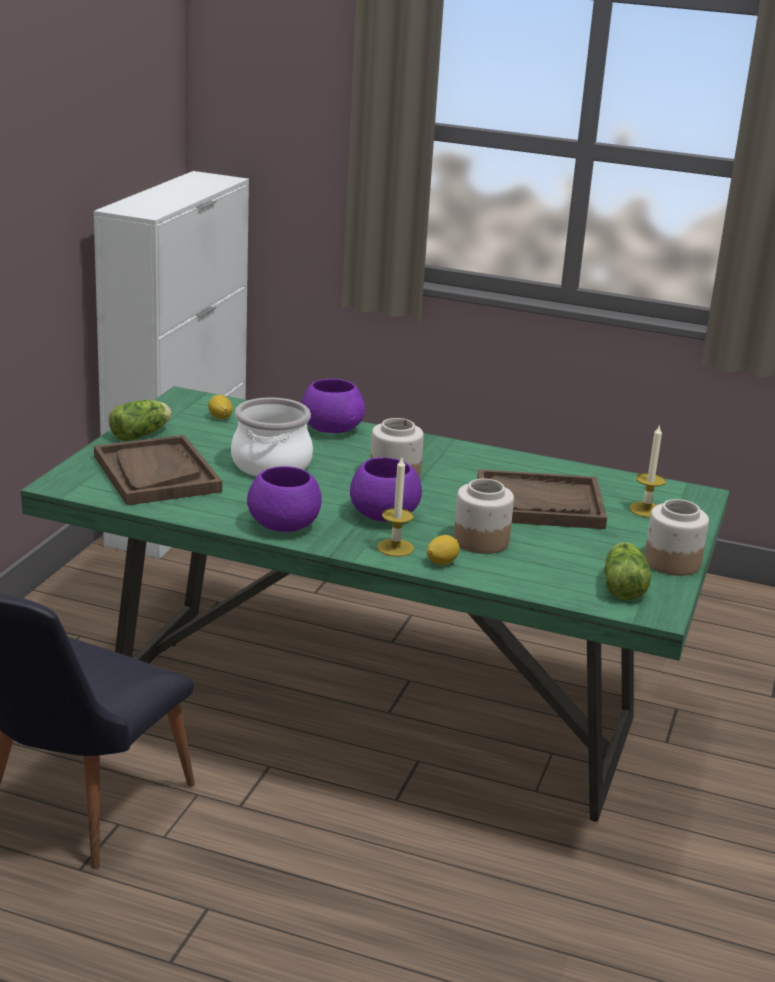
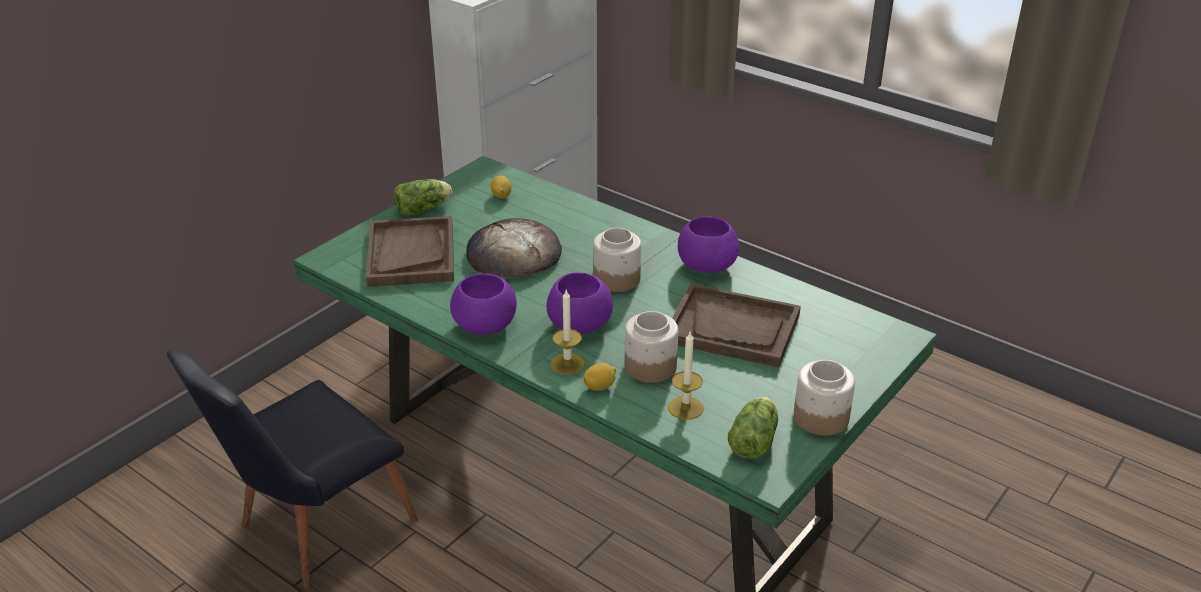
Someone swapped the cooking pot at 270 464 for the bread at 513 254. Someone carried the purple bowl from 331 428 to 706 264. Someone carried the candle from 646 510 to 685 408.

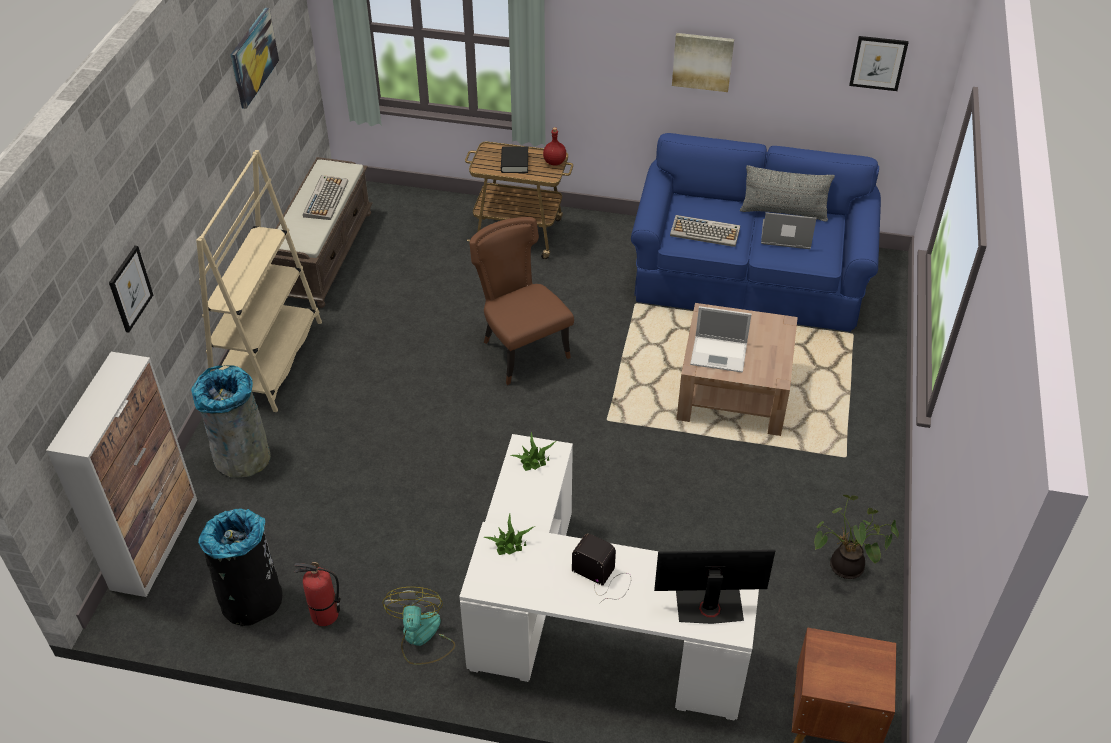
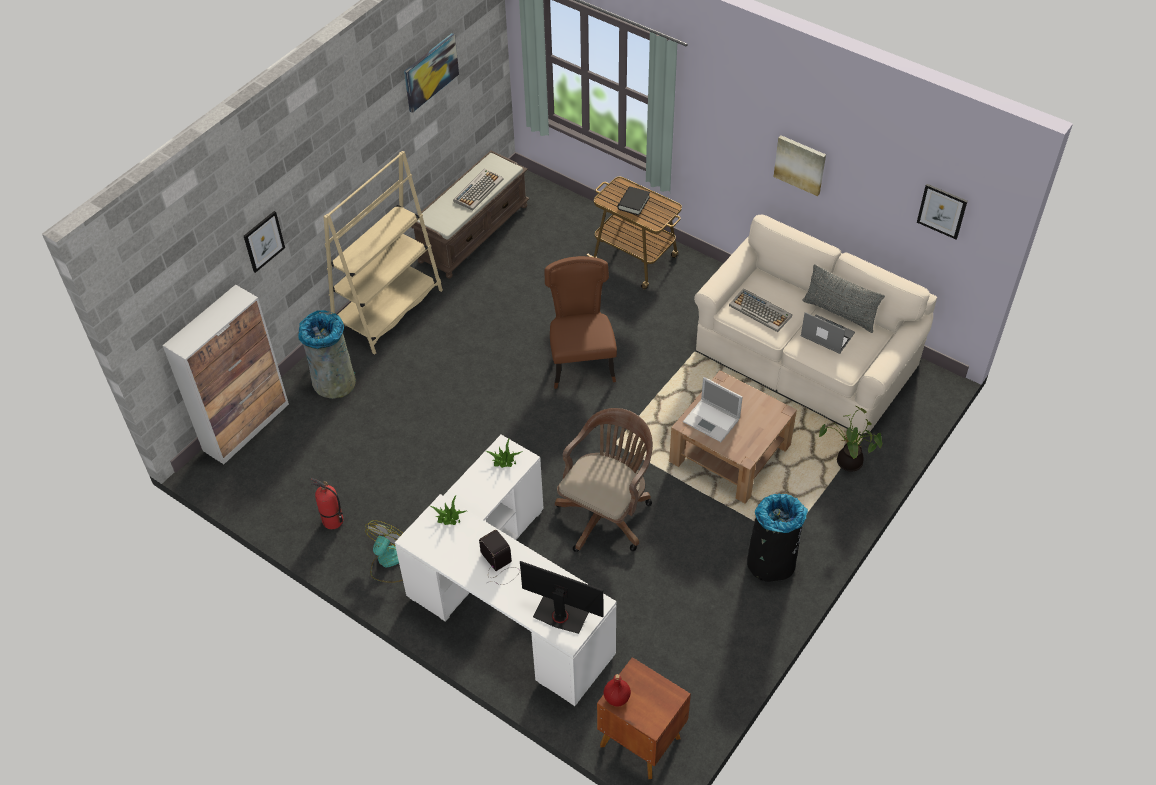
Someone carried the black trash can from 253 600 to 772 562. Someone carried the red bottle from 555 162 to 617 698. Someone repainted the blue sofa at 750 275, which became the beige sofa at 806 356. Someone carried the potted plant from 844 568 to 847 463. Someone put down the brown office chair at 606 513.

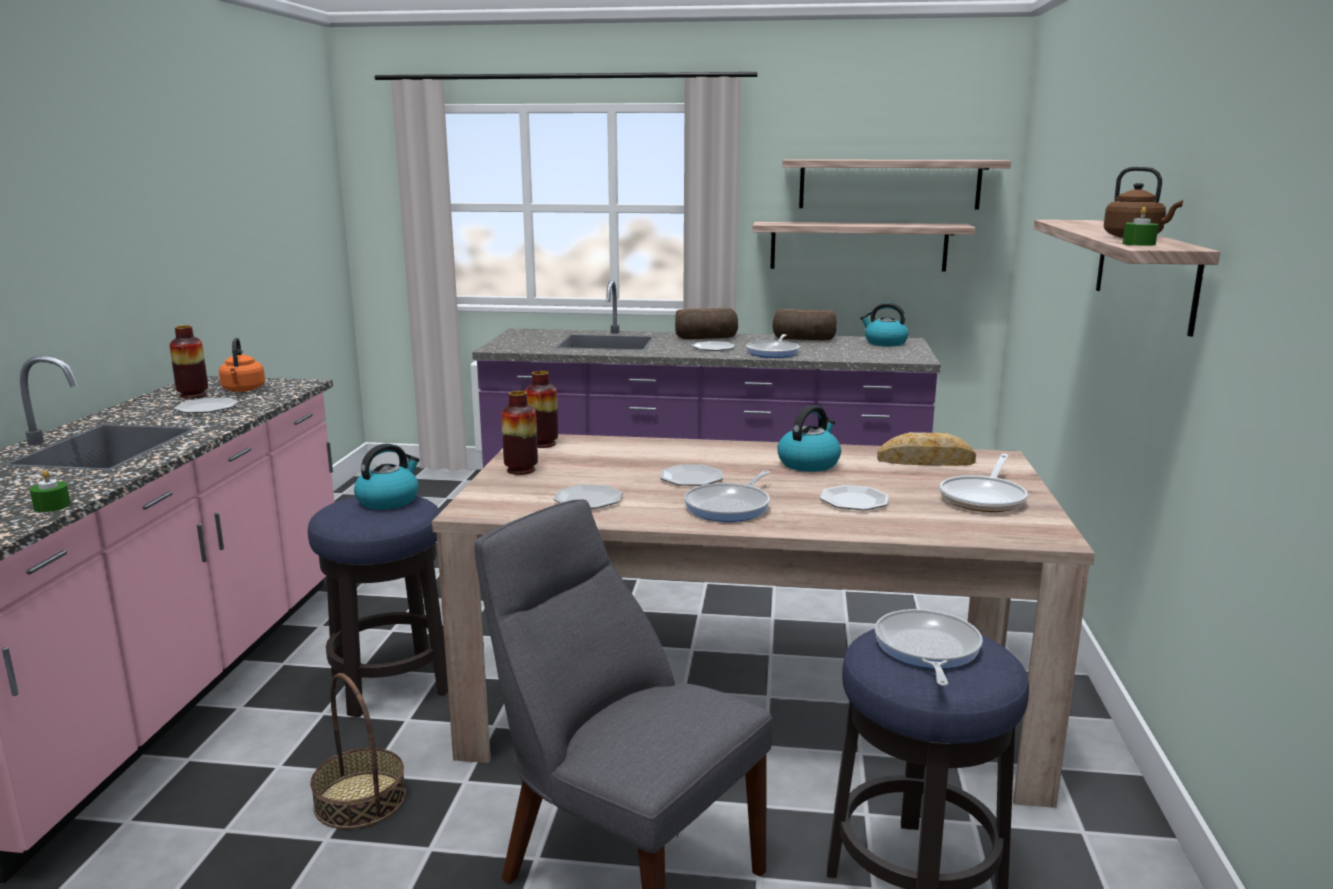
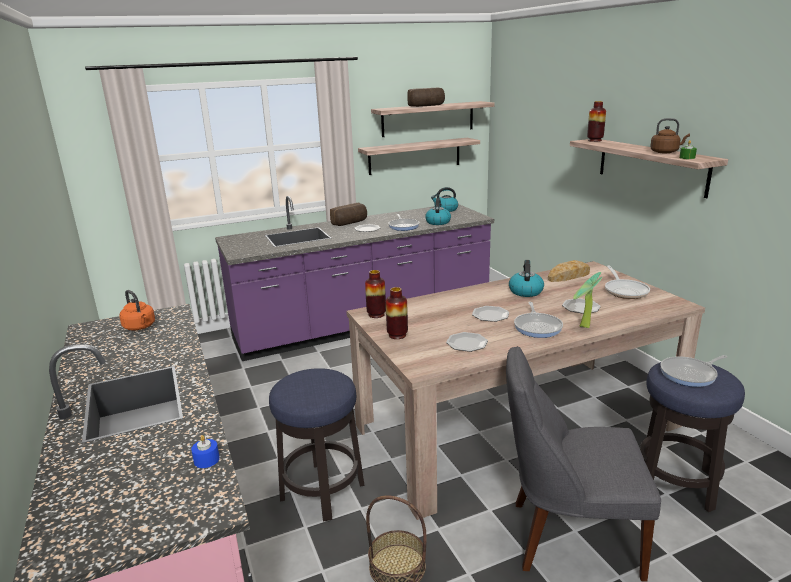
Someone repainted the green candle at 52 506, which became the blue candle at 206 460. Someone carried the vase from 193 395 to 594 140. Someone took away the plate at 207 408. Someone carried the kettle from 388 500 to 438 222. Someone carried the bread from 803 339 to 426 106. Someone rotated the frying pan at 926 649 by 90 degrees counterclockwise. Someone put down the potted plant at 583 327.

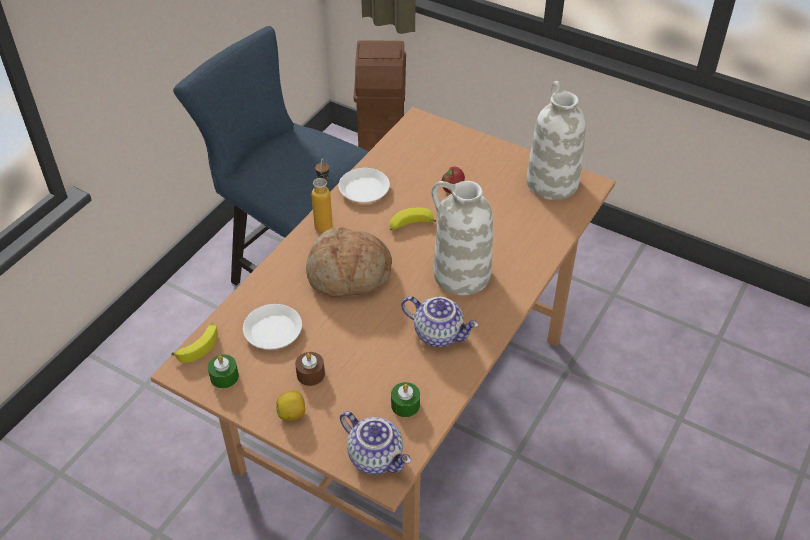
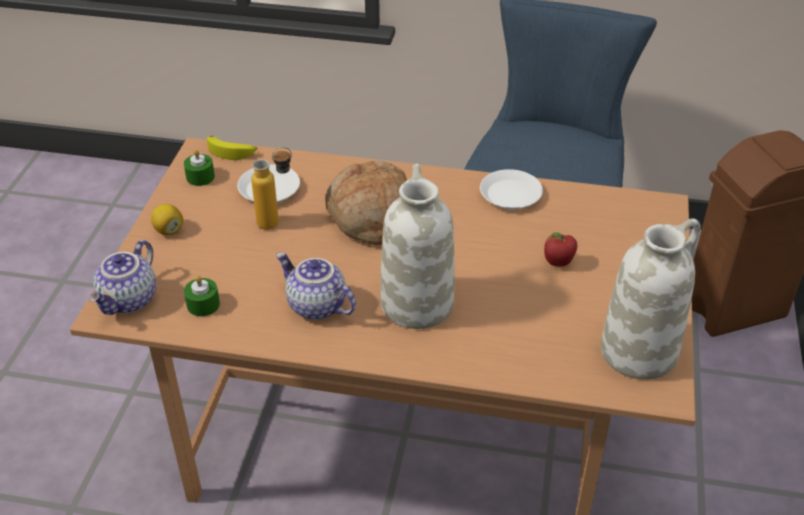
Someone took away the brown candle at 310 374. Someone carried the bottle from 324 222 to 277 222. Someone took away the banana at 410 225. Someone rotated the teapot at 439 333 by 120 degrees clockwise.

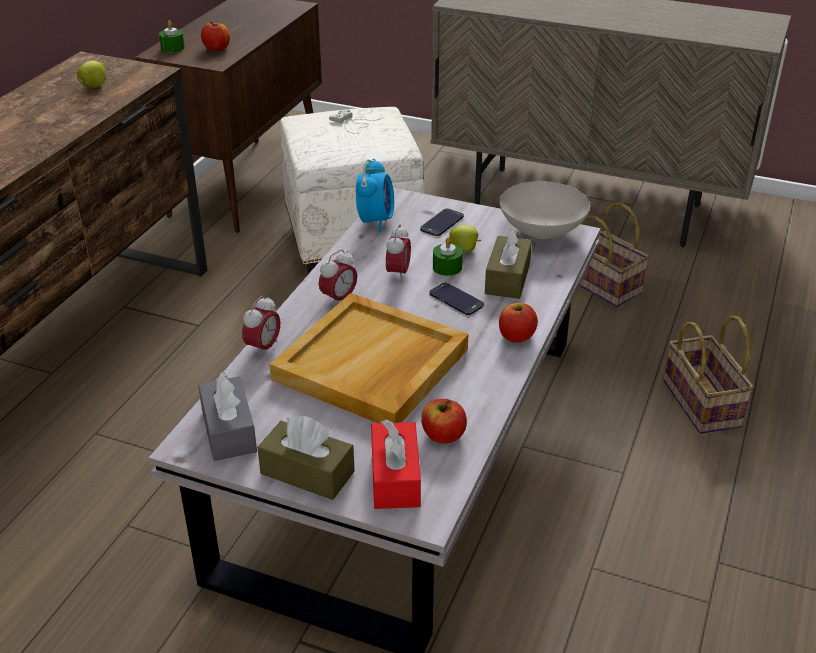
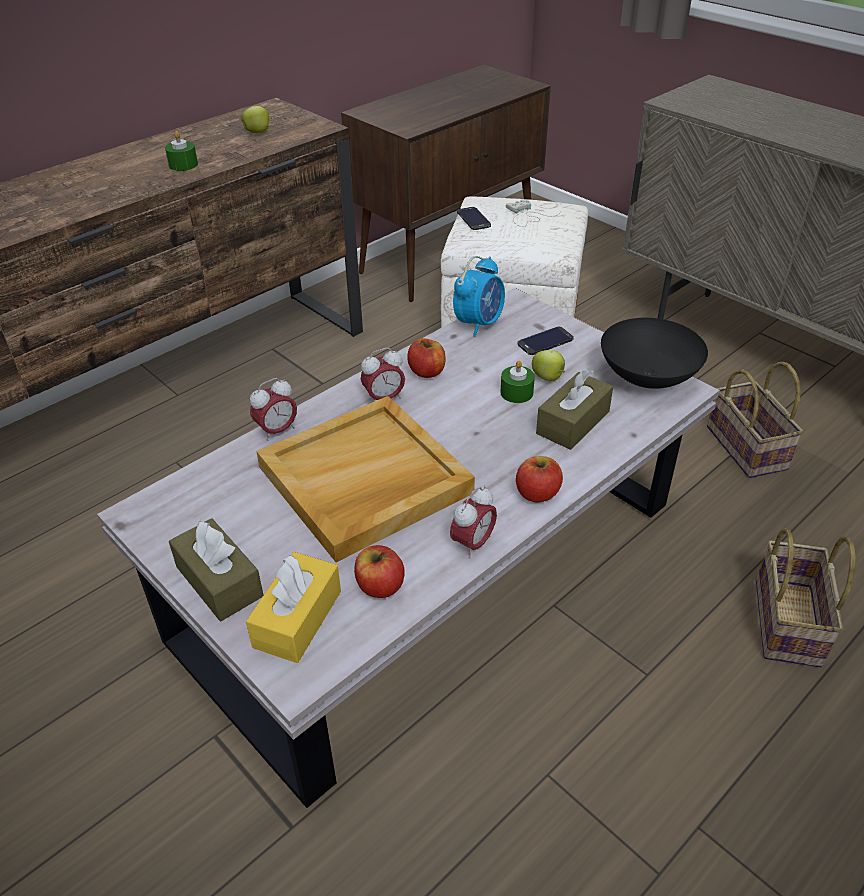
Someone carried the green candle from 172 48 to 183 165. Someone took away the grey tissue box at 228 430. Someone carried the apple from 217 48 to 427 372. Someone repainted the red tissue box at 395 478, which became the yellow tissue box at 297 618. Someone carried the alarm clock from 398 273 to 473 544. Someone carried the phone from 456 299 to 473 219. Someone repainted the white bowl at 541 231, which became the black bowl at 647 377.

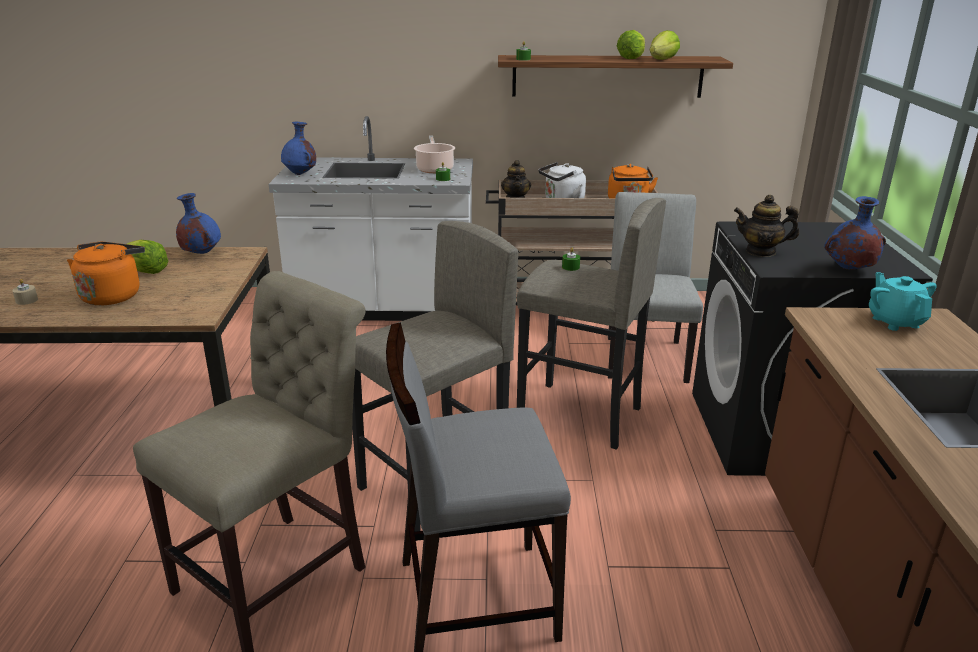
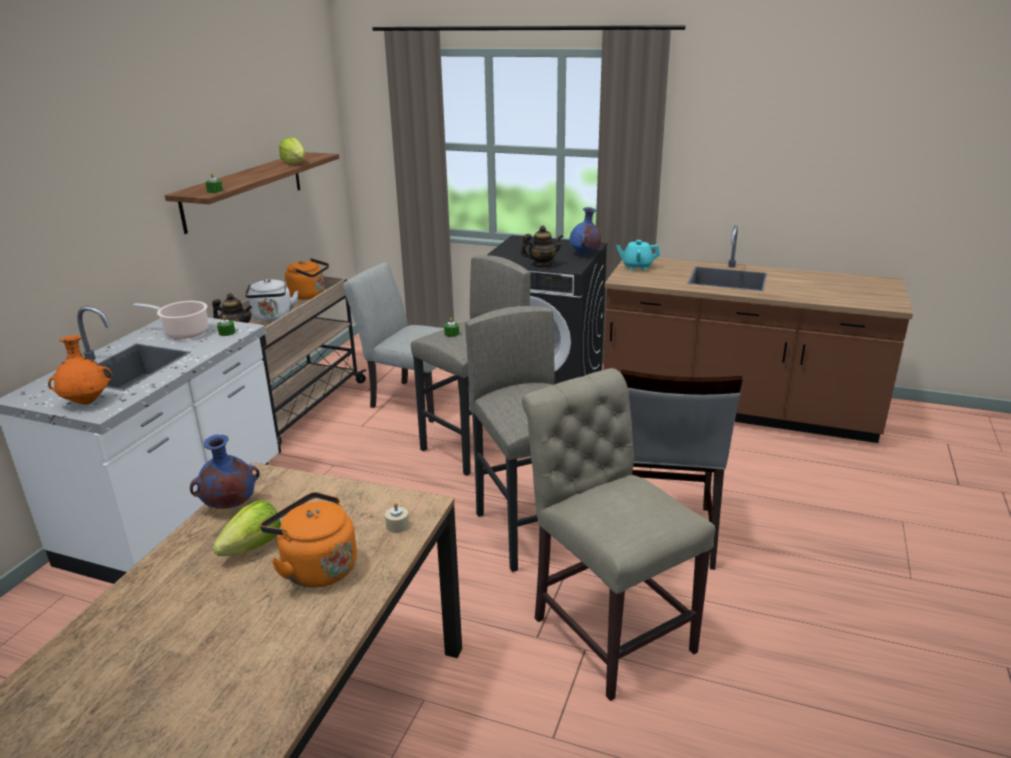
Someone carried the beige candle from 27 300 to 397 525. Someone repainted the blue vase at 301 174, which became the orange vase at 87 402. Someone took away the lettuce at 631 58. Someone rotated the teapot at 761 252 by 135 degrees counterclockwise.

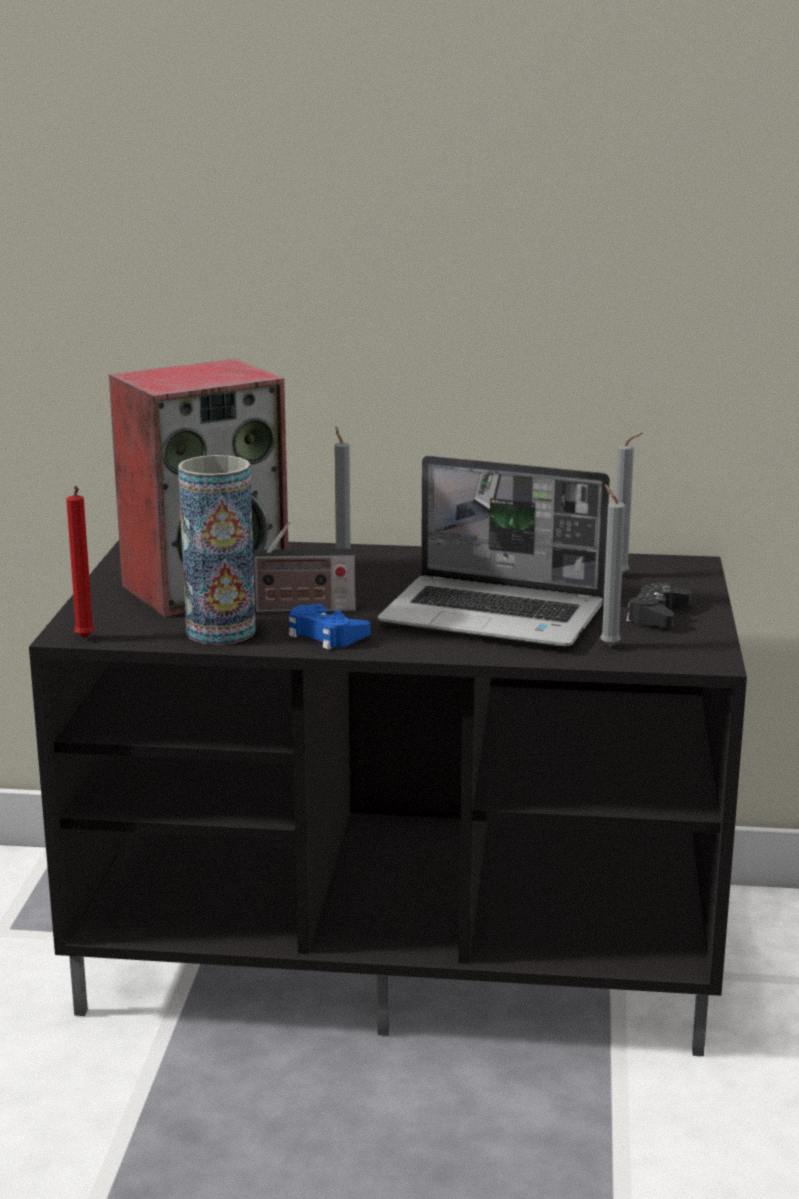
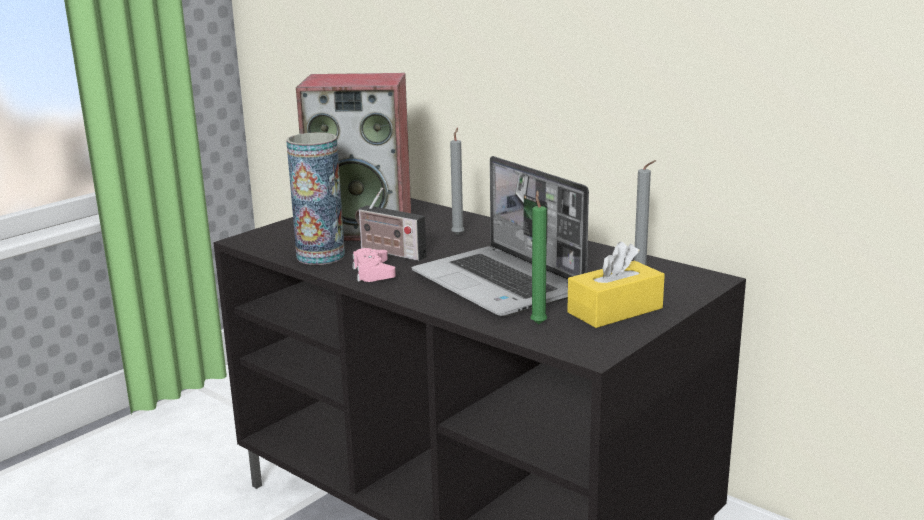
Someone took away the red candle at 85 639. Someone repainted the blue game controller at 326 635, which became the pink game controller at 373 272. Someone repainted the grey candle at 607 645, which became the green candle at 538 323. Someone swapped the black game controller at 657 615 for the yellow tissue box at 615 310.

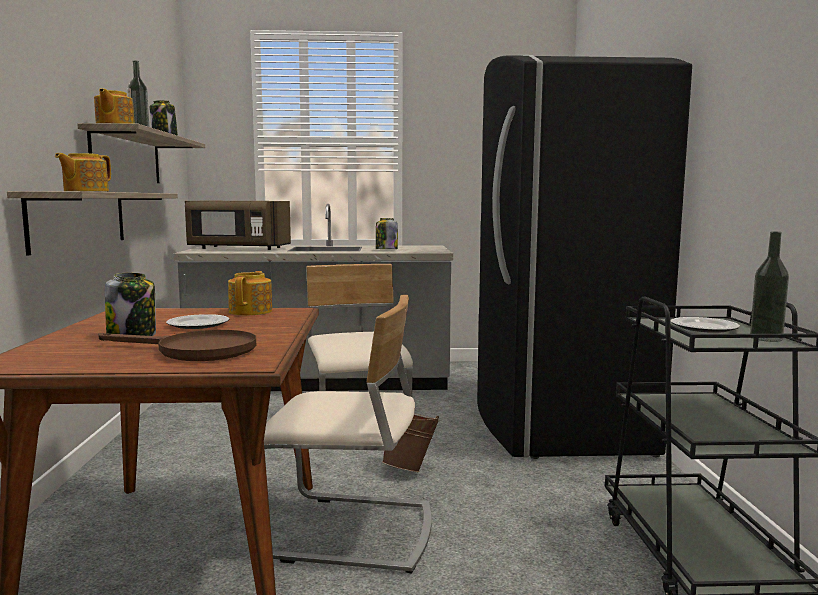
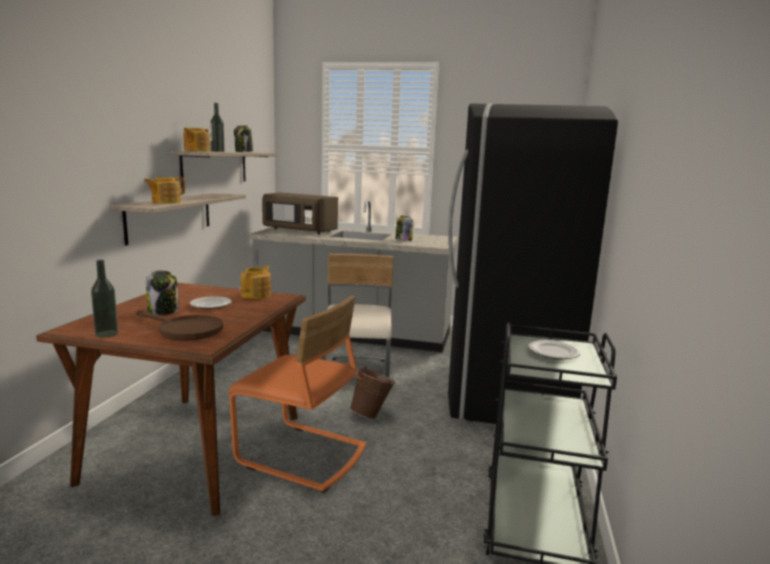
Someone repainted the beige chair at 349 532, which became the orange chair at 301 455. Someone carried the bottle from 766 338 to 107 334.

